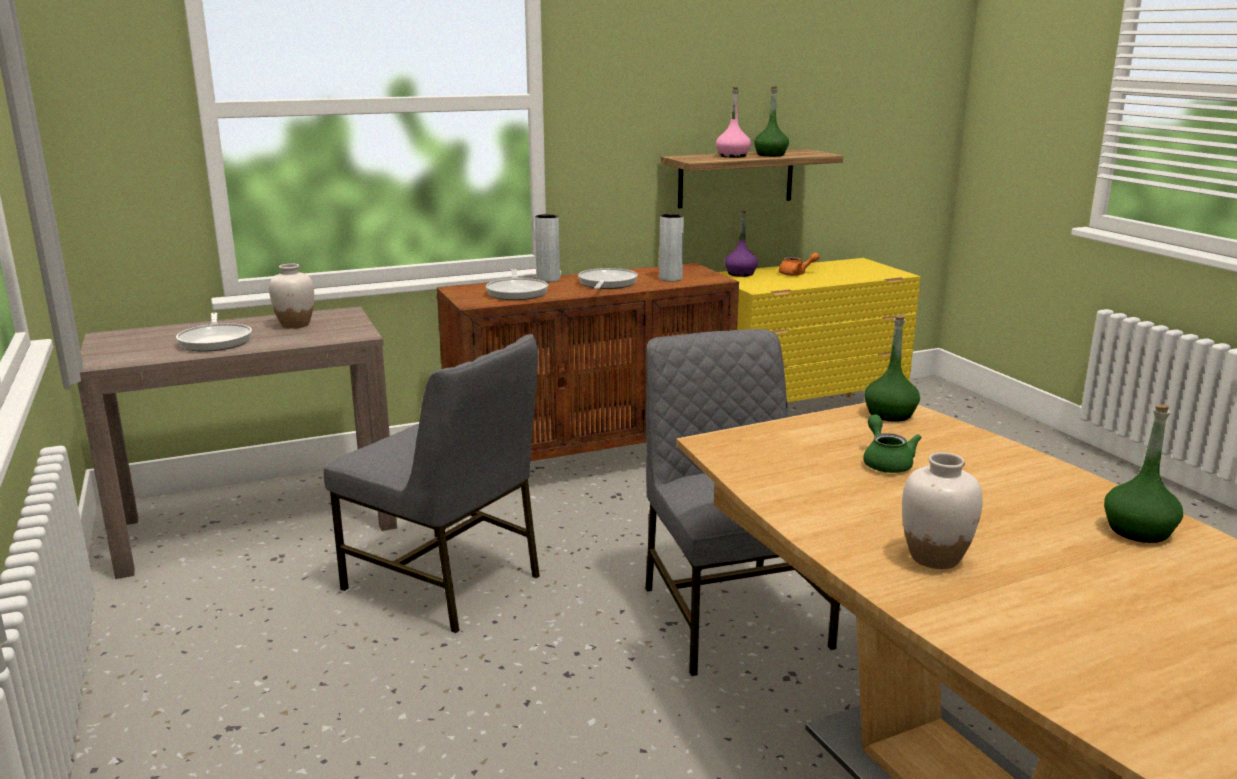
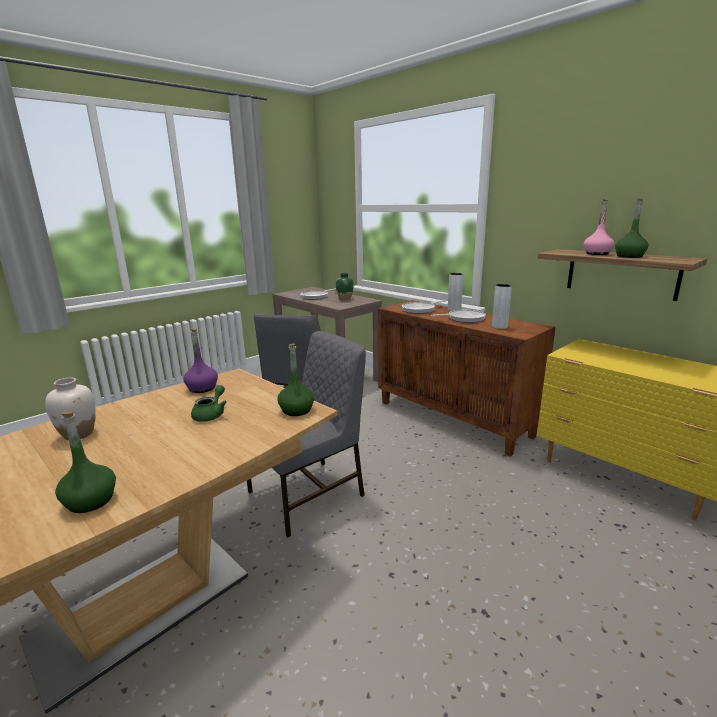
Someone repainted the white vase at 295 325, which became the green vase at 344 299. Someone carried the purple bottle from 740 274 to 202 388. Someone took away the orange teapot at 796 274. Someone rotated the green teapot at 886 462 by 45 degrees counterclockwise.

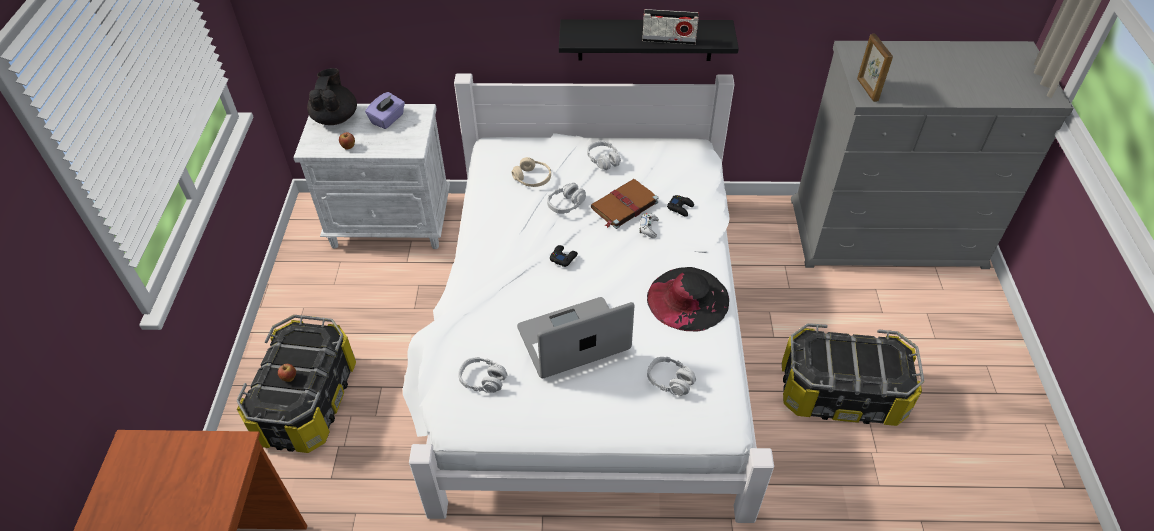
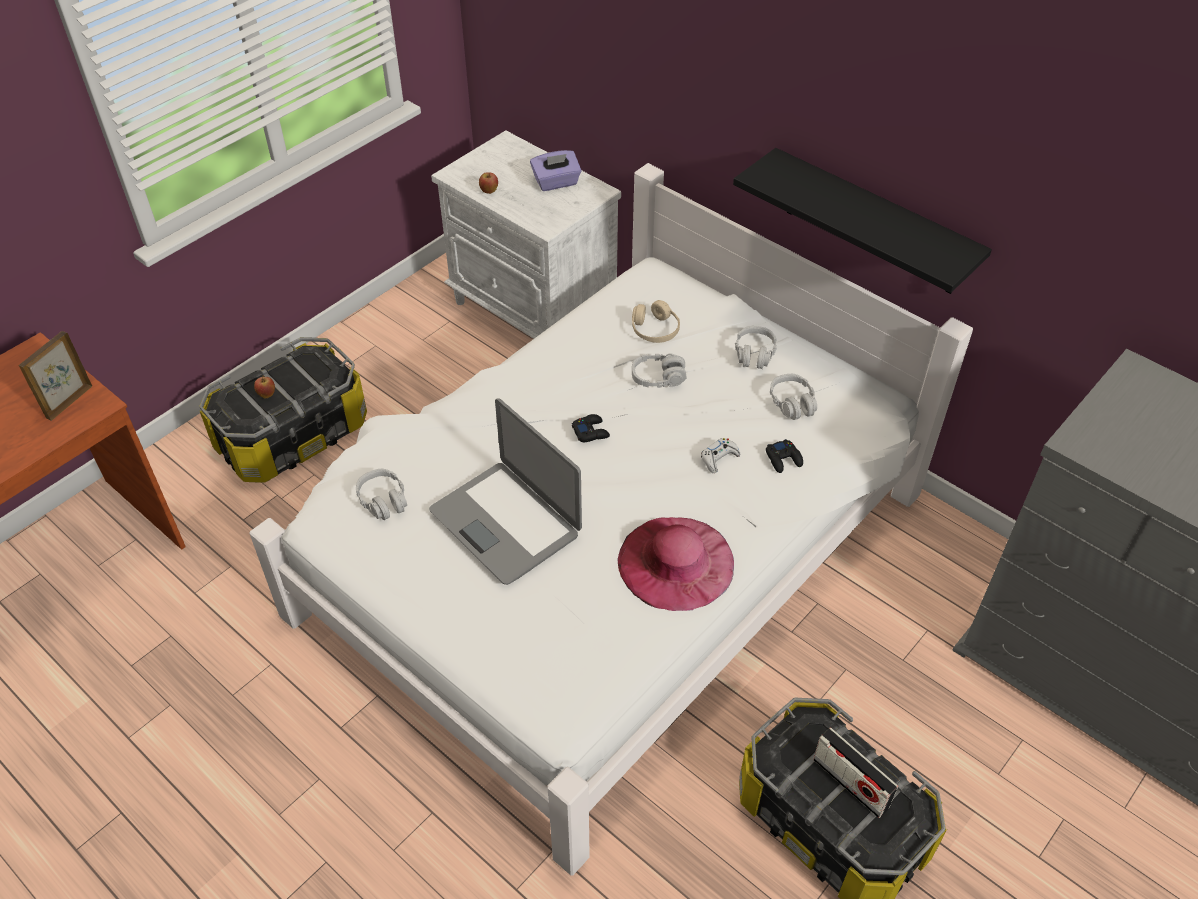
Someone took away the black teapot at 335 117. Someone rotated the laptop at 574 340 by 150 degrees counterclockwise. Someone took away the brown book at 623 206. Someone carried the radio from 669 40 to 850 783. Someone repainted the black hat at 688 298, which became the pink hat at 676 562. Someone carried the grey headphones from 670 380 to 792 403. Someone carried the picture frame from 867 90 to 68 402.

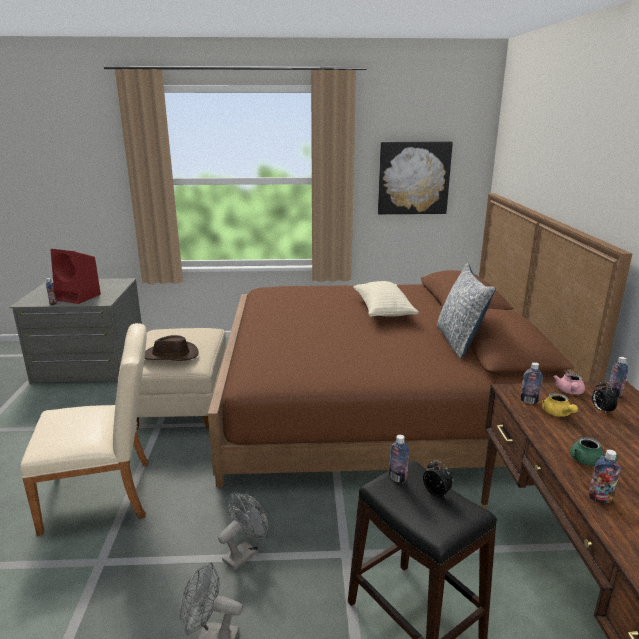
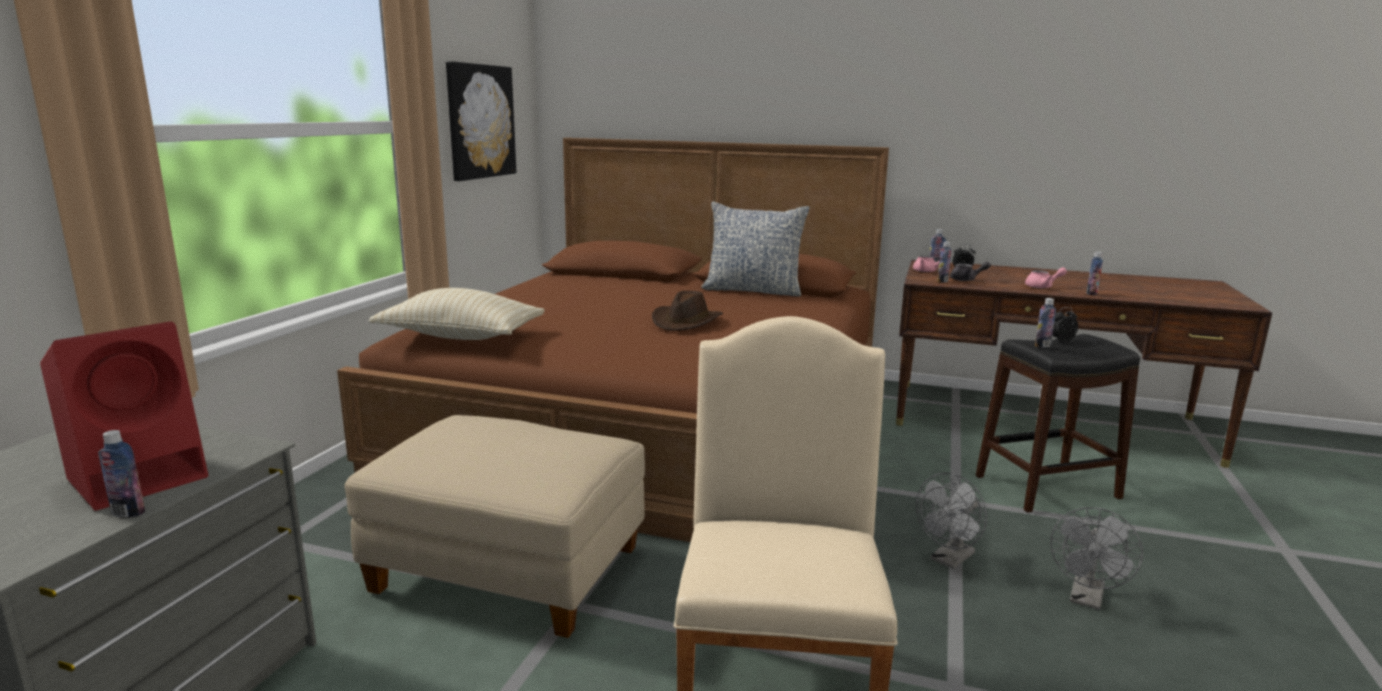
Someone carried the brown hat from 171 355 to 686 322. Someone rotated the grey fan at 244 553 by 105 degrees counterclockwise. Someone carried the beige pillow from 383 311 to 461 337. Someone repainted the yellow teapot at 557 414, which became the grey teapot at 966 280. Someone repainted the green teapot at 589 462, which became the pink teapot at 1042 287.

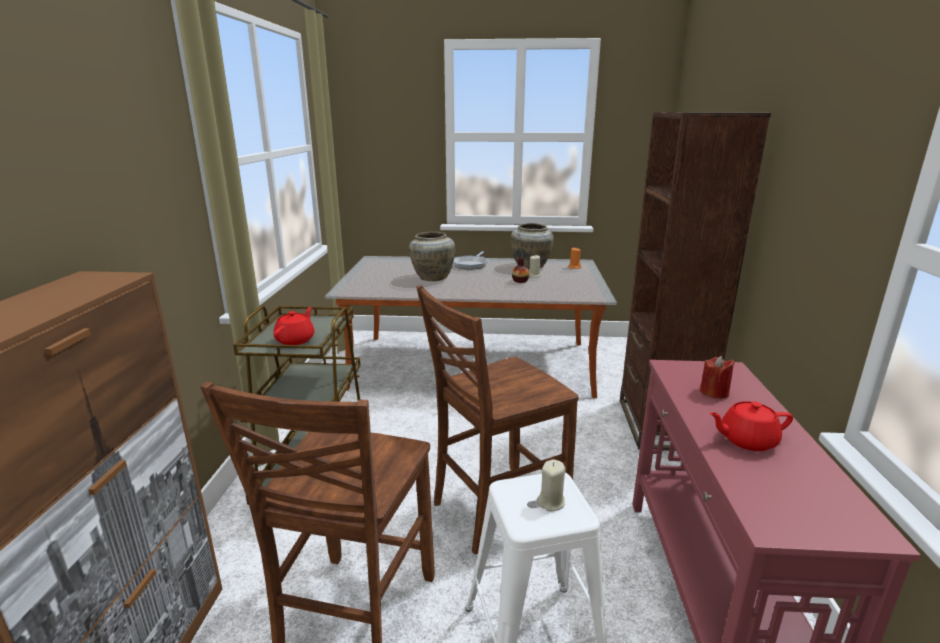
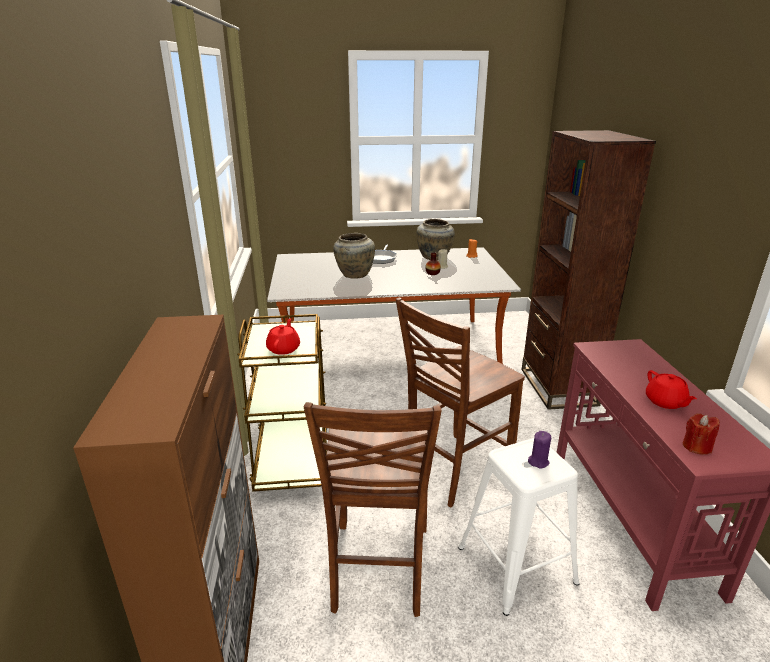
Someone repainted the beige candle at 551 502, which became the purple candle at 538 461. Someone carried the red candle from 714 392 to 696 447. Someone rotated the red teapot at 746 440 by 90 degrees counterclockwise.

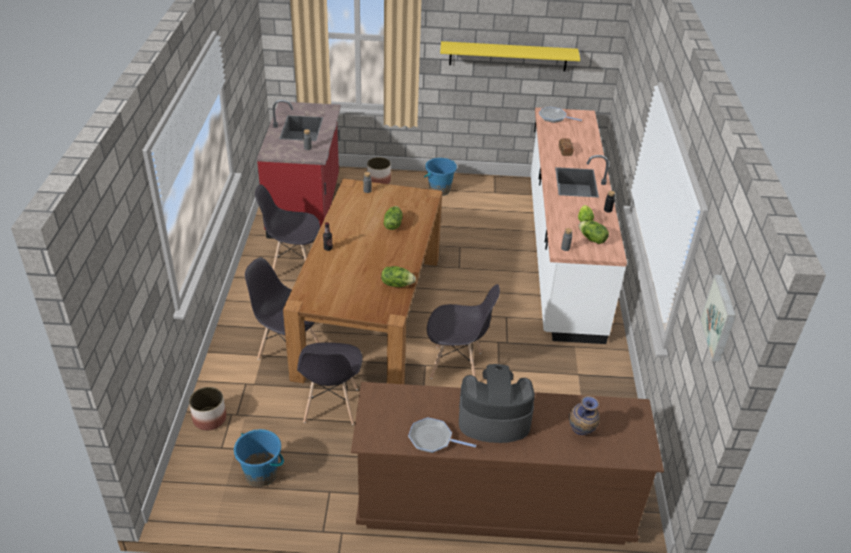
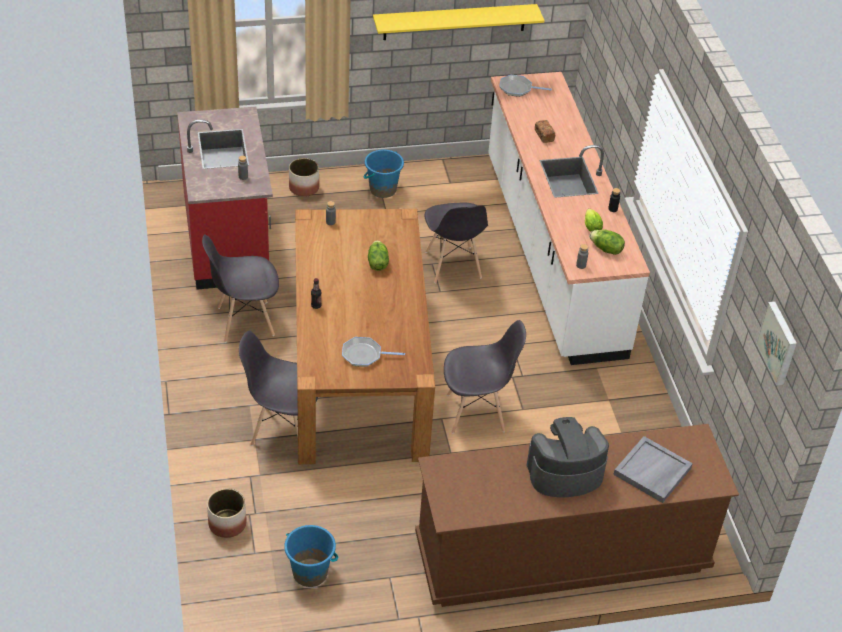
Someone carried the grey chair from 331 406 to 453 265. Someone took away the lettuce at 397 284. Someone carried the frying pan from 433 439 to 364 355. Someone swapped the vase at 581 434 for the grey tray at 652 472.

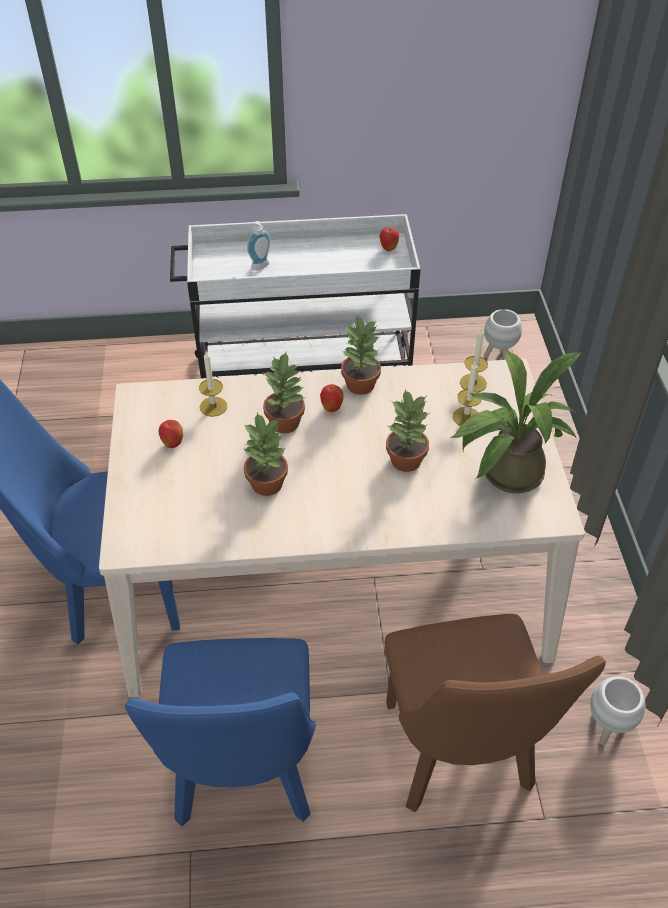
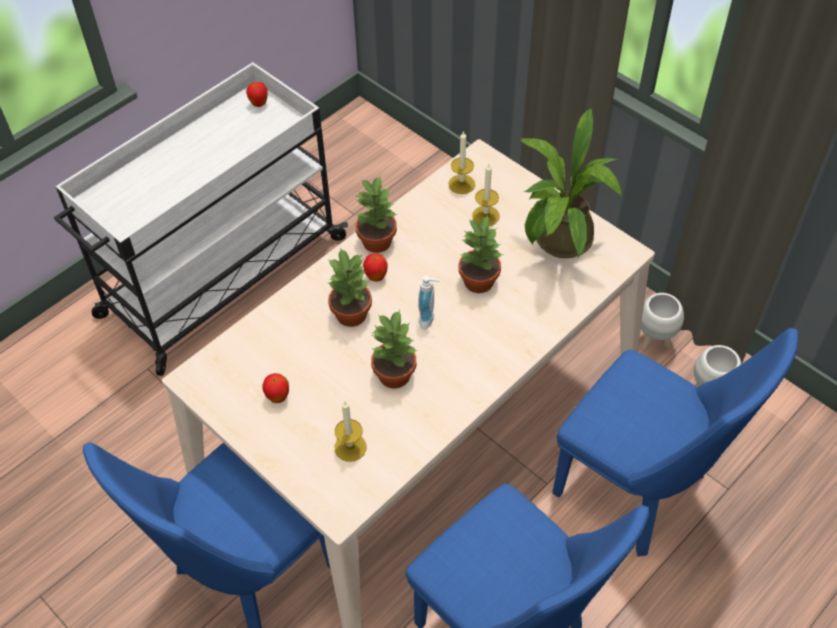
Someone carried the candle from 213 406 to 350 447. Someone carried the soap dispenser from 261 267 to 429 319. Someone repainted the brown chair at 460 758, which became the blue chair at 640 492. Someone carried the white planter from 498 357 to 654 342.

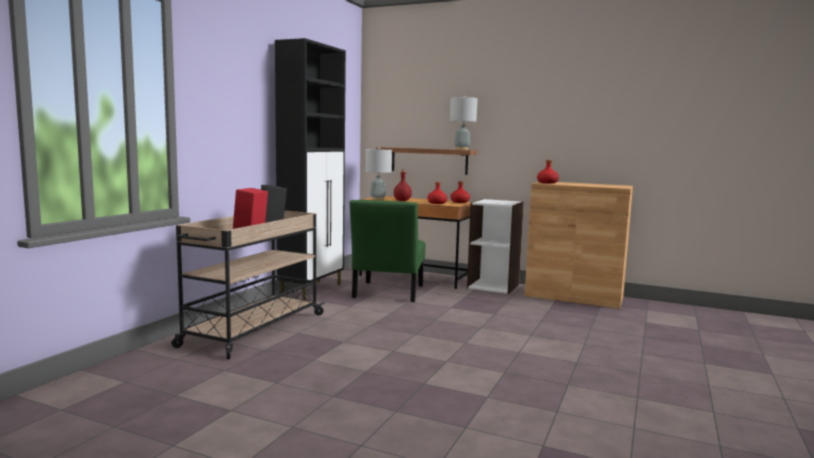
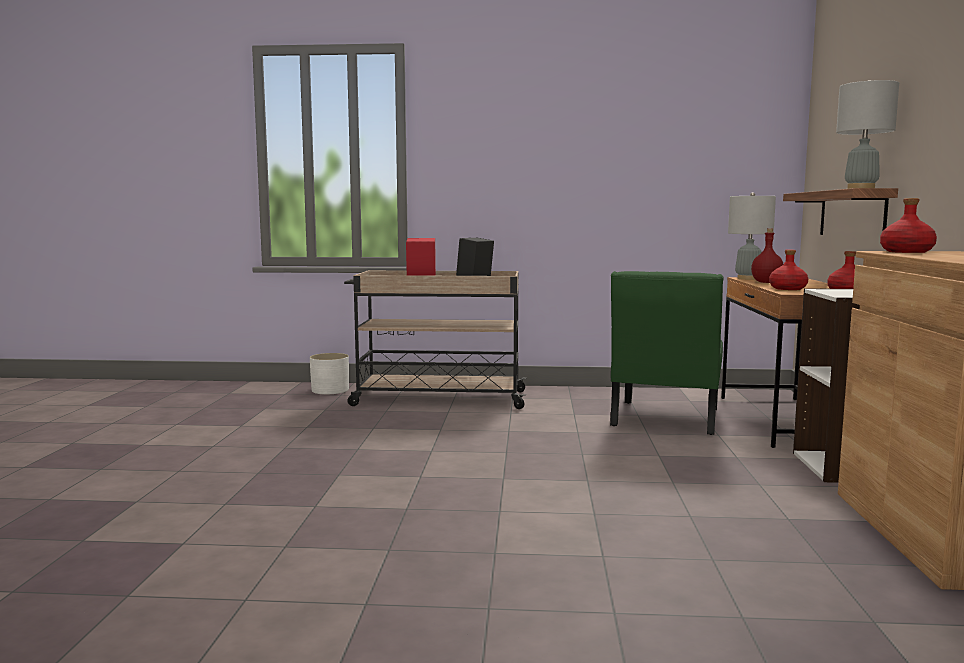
Someone took away the black cabinet at 312 290. Someone rotated the green chair at 387 293 by 60 degrees counterclockwise. Someone put down the white planter at 330 390.

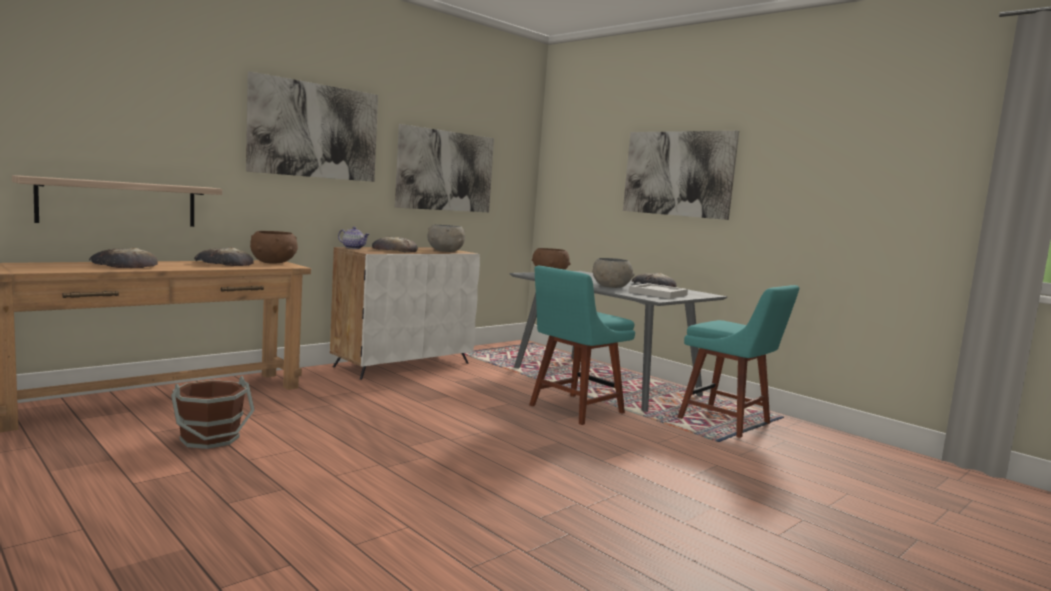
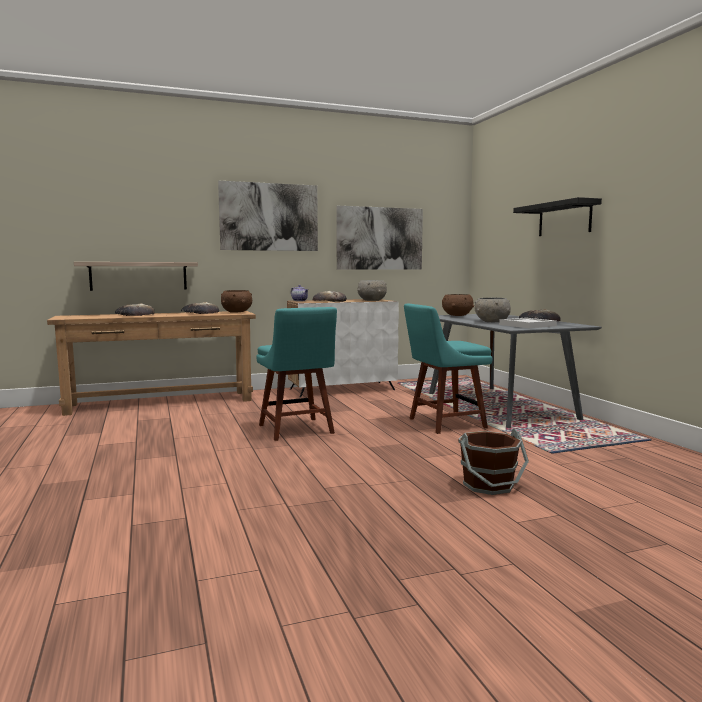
Someone carried the brown bucket from 210 439 to 489 485. Someone swapped the picture at 677 173 for the black shelf at 564 219. Someone carried the turquoise chair from 728 422 to 297 430.

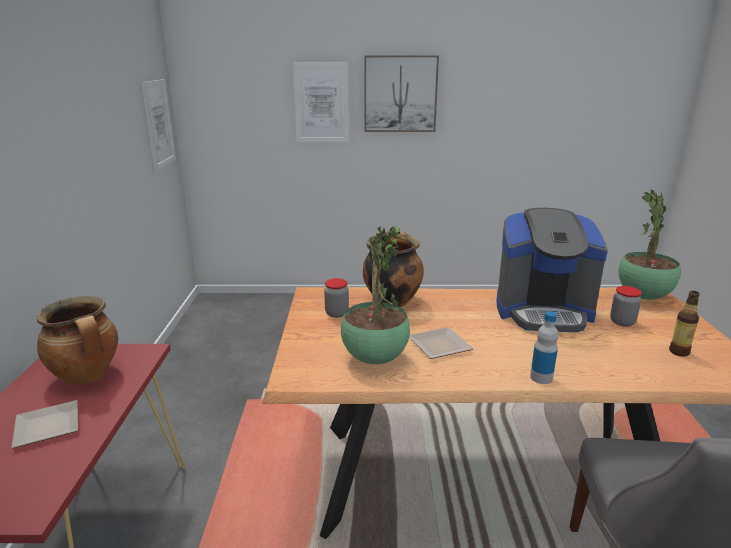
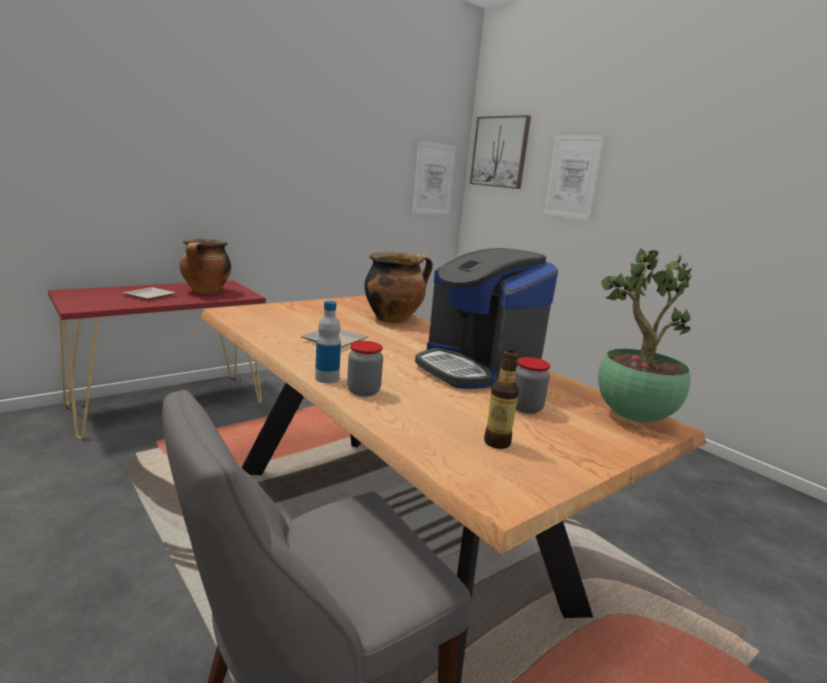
Someone carried the jar from 336 313 to 363 391. Someone took away the potted plant at 374 358. Someone carried the picture from 400 94 to 500 152.

